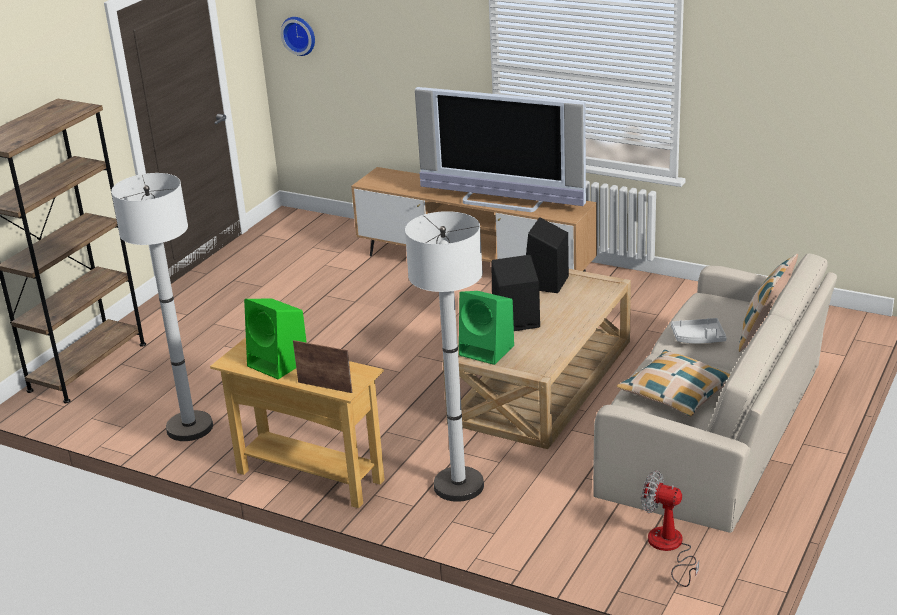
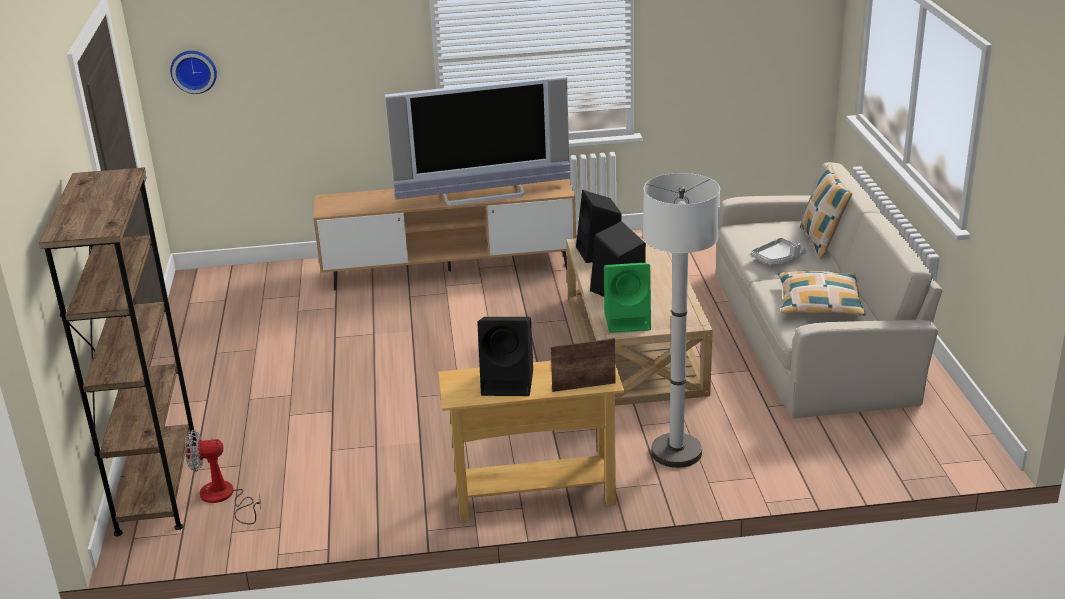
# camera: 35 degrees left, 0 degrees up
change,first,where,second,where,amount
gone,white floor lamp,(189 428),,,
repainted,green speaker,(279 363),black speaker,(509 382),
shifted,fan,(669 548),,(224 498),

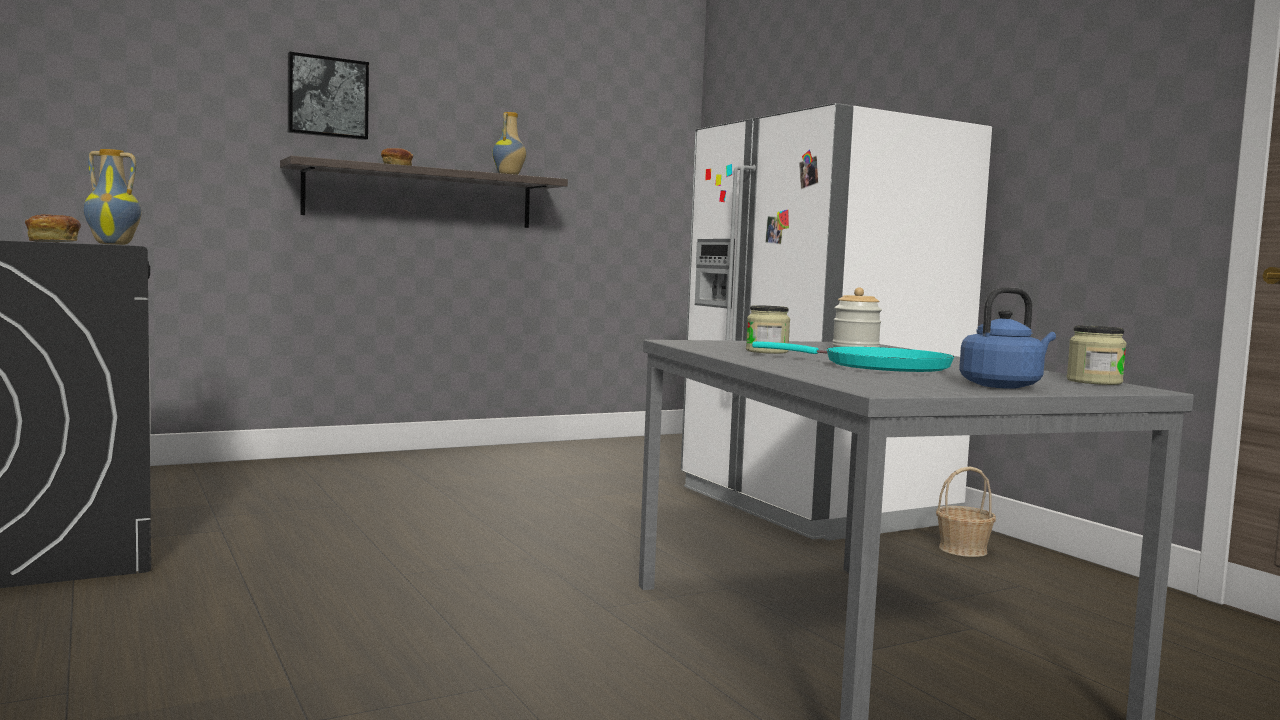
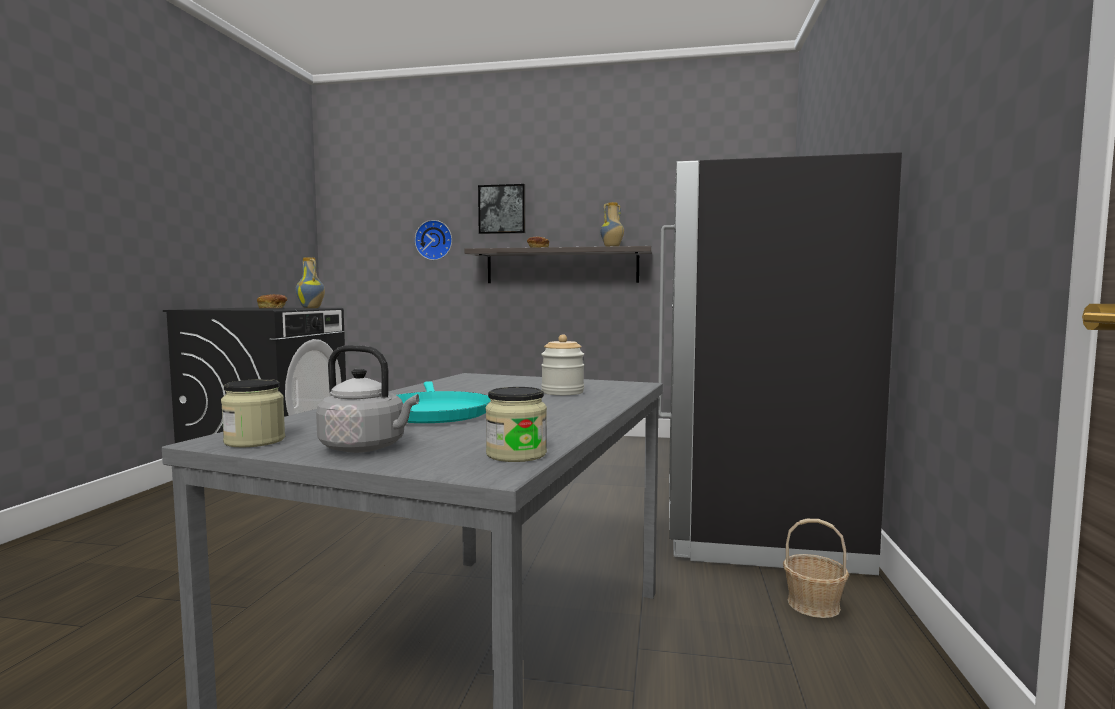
# camera: 40 degrees right, 0 degrees up
change,first,where,second,where,amount
repainted,white fridge,(814 506),black fridge,(754 525),
repainted,blue kettle,(1003 386),grey kettle,(367 448),
shifted,jar,(767 351),,(255 441),
new,,,wall clock,(434 240),

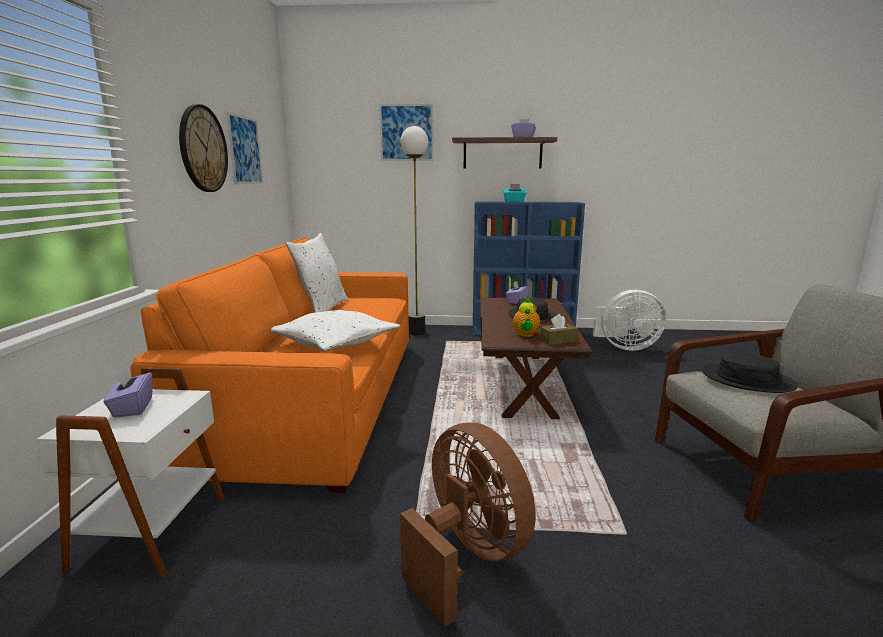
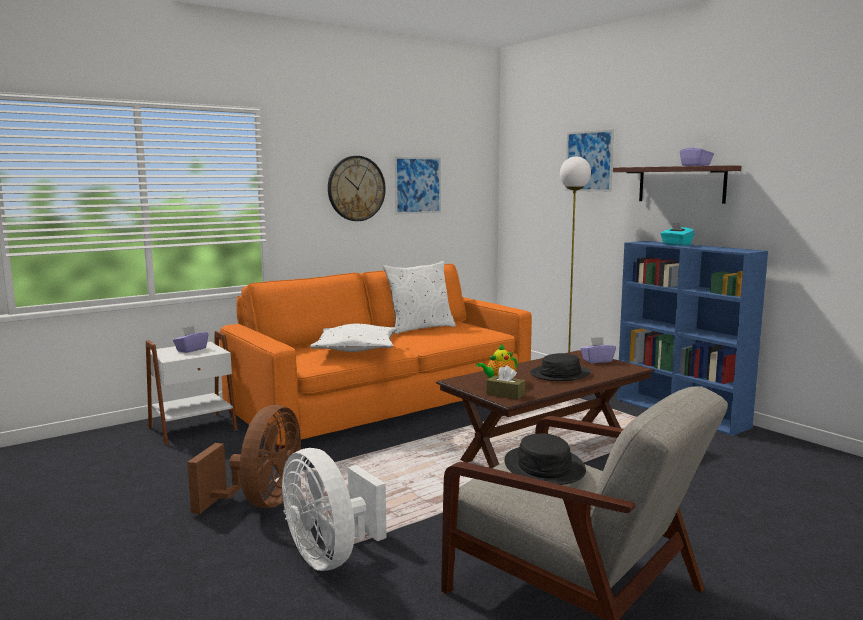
# camera: 50 degrees right, 5 degrees down
change,first,where,second,where,amount
shifted,white fan,(625 347),,(330 556),

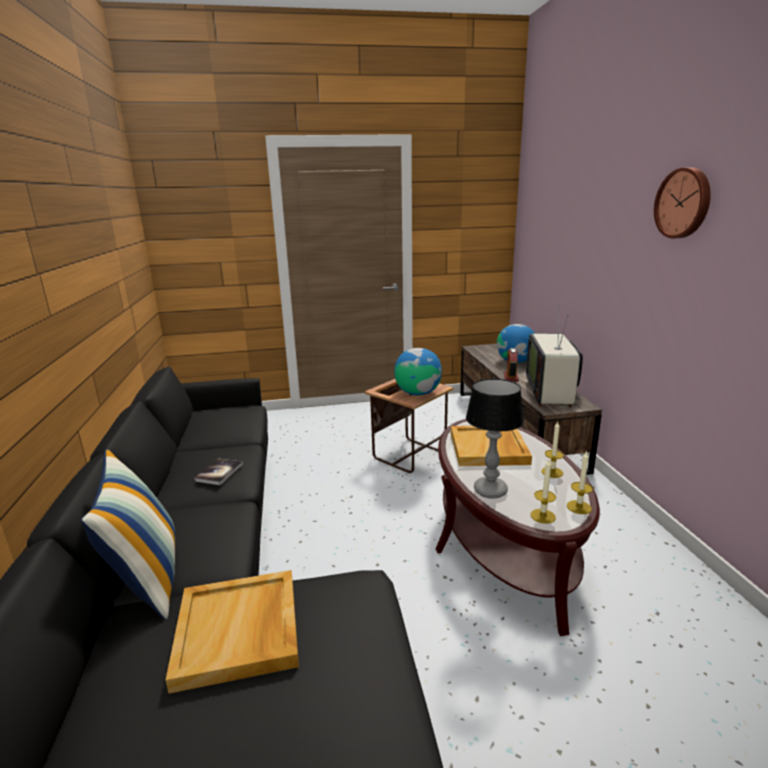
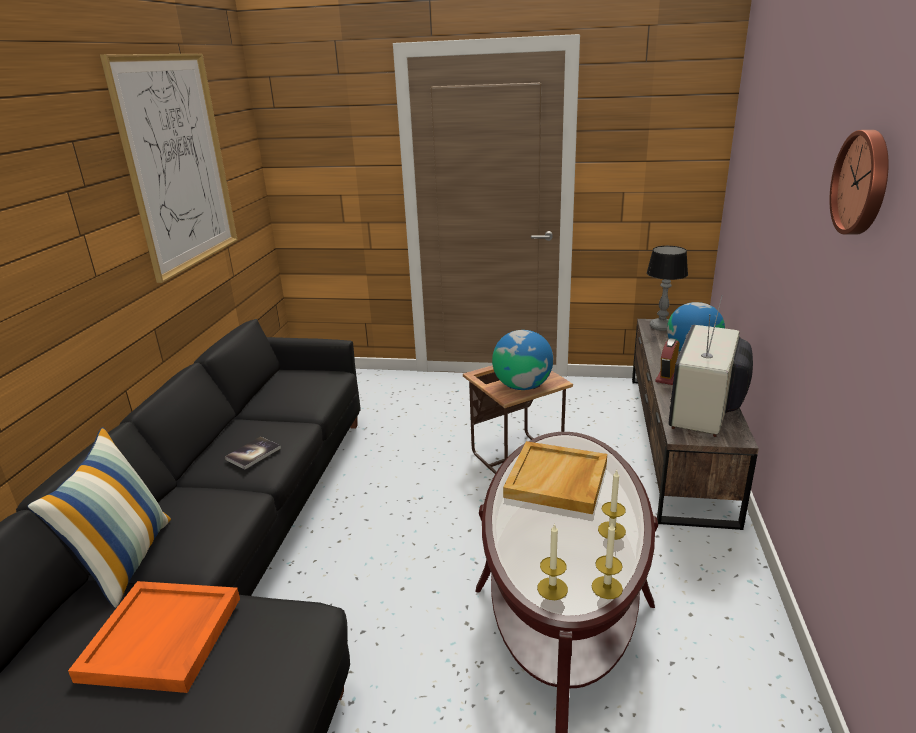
# camera: 20 degrees right, 5 degrees up
change,first,where,second,where,amount
shifted,table lamp,(490 490),,(661 327),
repainted,beige tray,(239 631),orange tray,(162 639),
new,,,picture,(177 163),

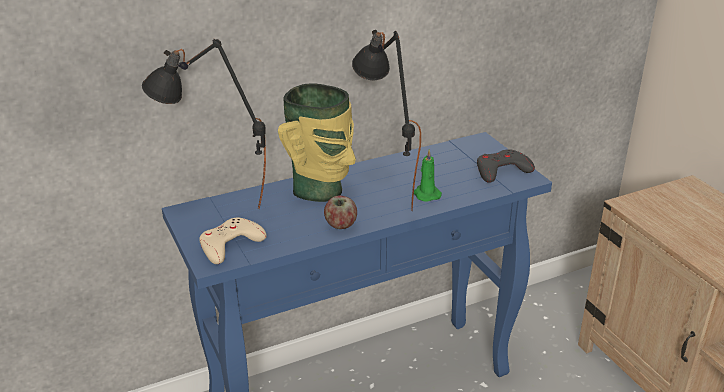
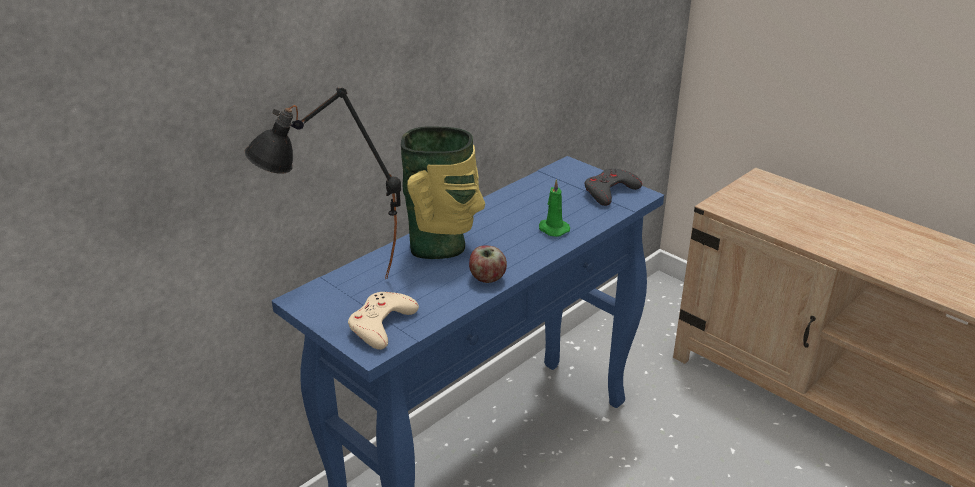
# camera: 20 degrees left, 0 degrees up
change,first,where,second,where,amount
gone,black table lamp,(384 193),,,

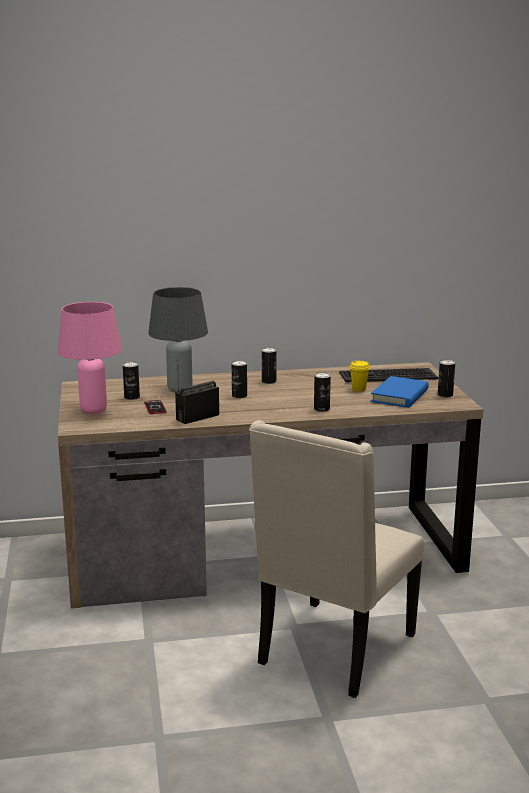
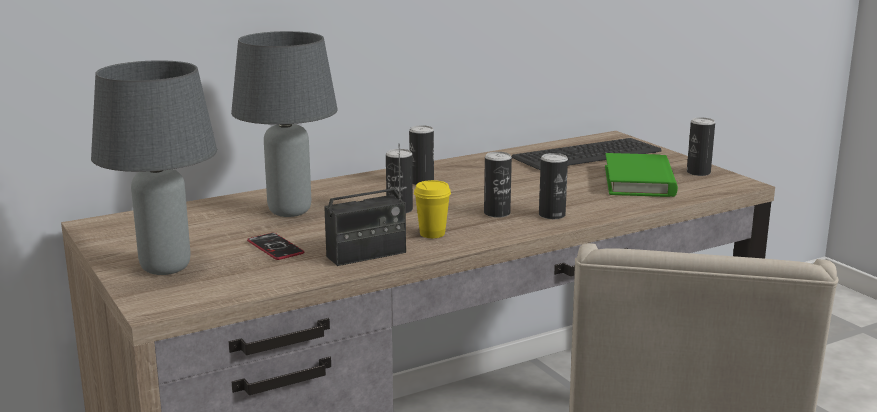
# camera: 20 degrees left, 0 degrees up
change,first,where,second,where,amount
repainted,pink table lamp,(93 410),grey table lamp,(164 268),
rotated,radio,(197 417),,(366 254),150 degrees counterclockwise
shifted,yellow cup,(358 389),,(432 234),
shifted,can,(132 397),,(497 213),
repainted,blue book,(400 396),green book,(639 181),

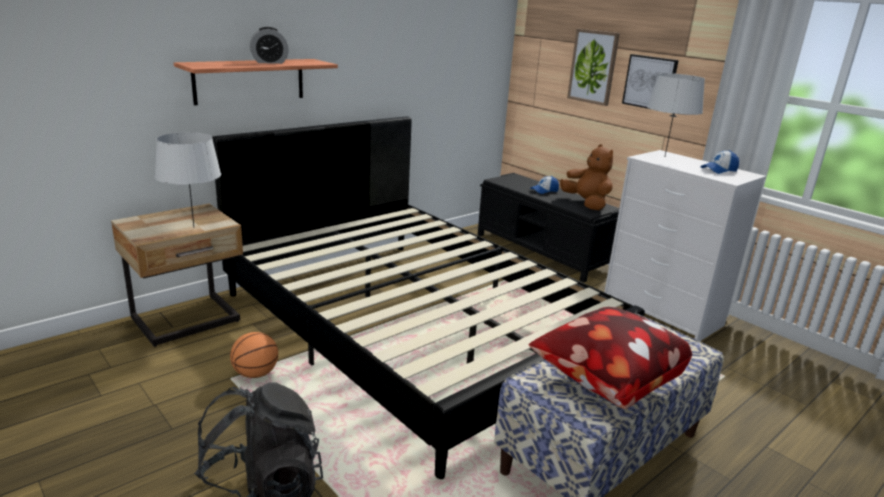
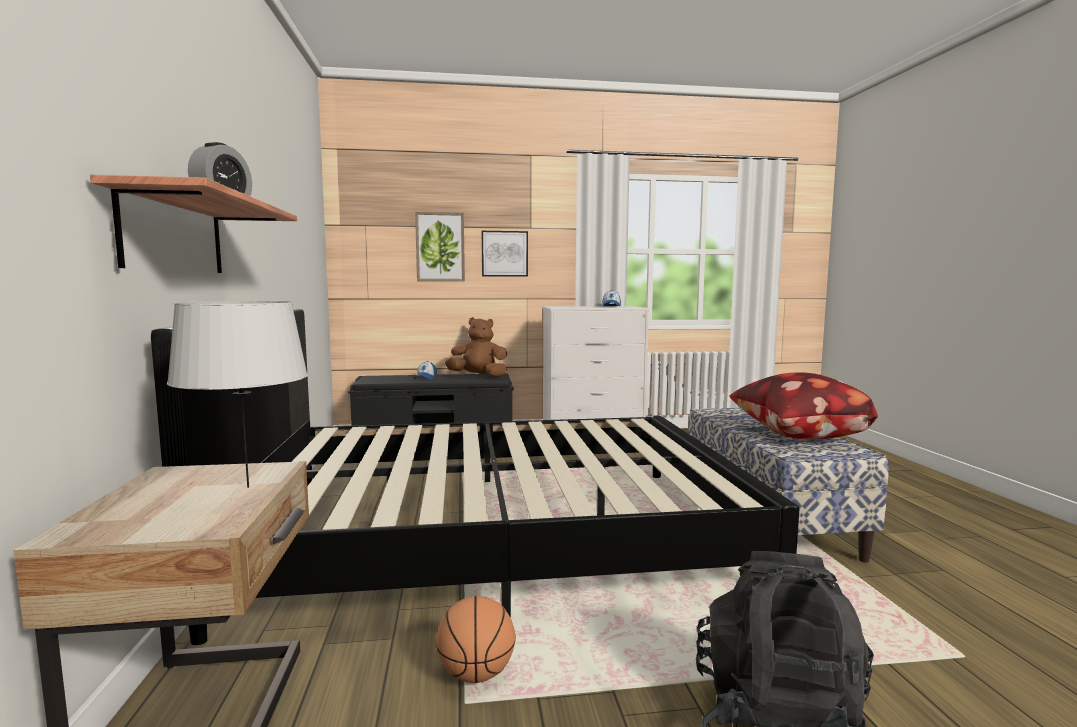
# camera: 55 degrees left, 15 degrees down
change,first,where,second,where,amount
gone,grey table lamp,(665 157),,,

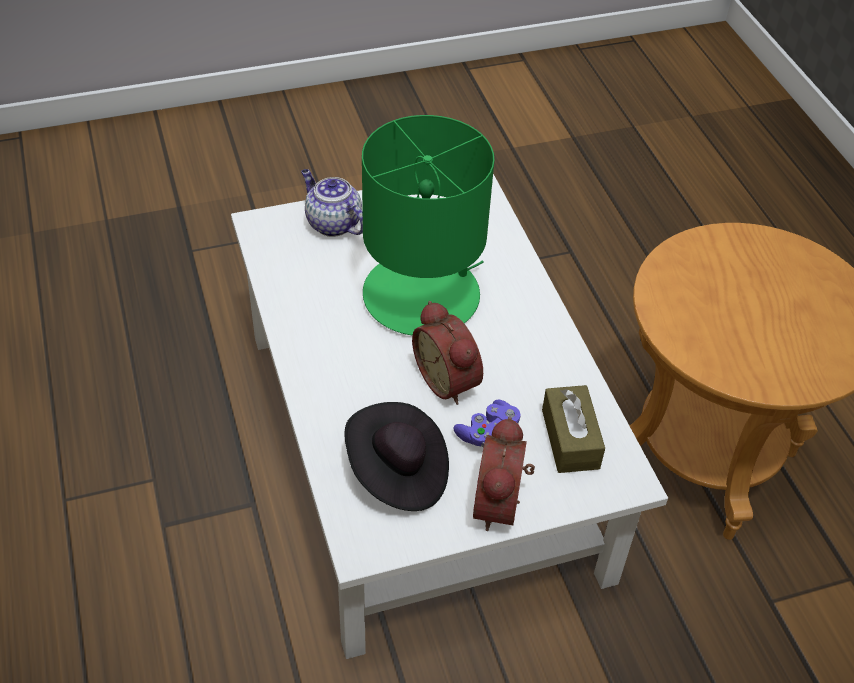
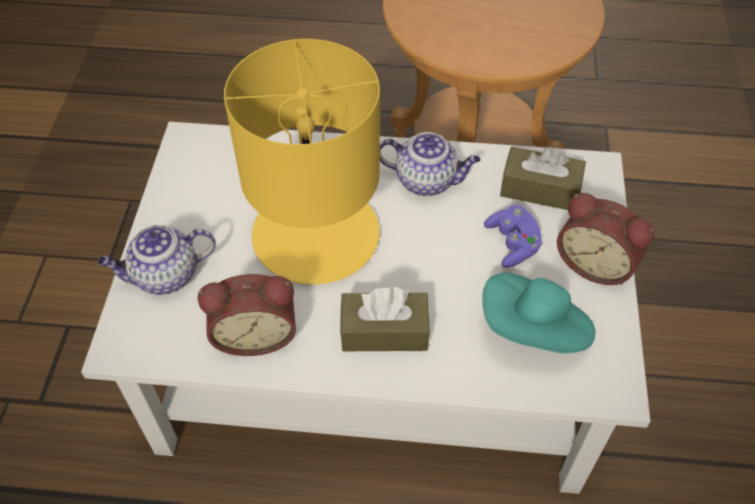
# camera: 65 degrees left, 5 degrees up
change,first,where,second,where,amount
repainted,green table lamp,(423 295),yellow table lamp,(316 233),
shifted,alarm clock,(449 379),,(255 333),
repainted,black hat,(397 473),turquoise hat,(534 330),
new,,,teapot,(427 180),
new,,,brown tissue box,(384 331),

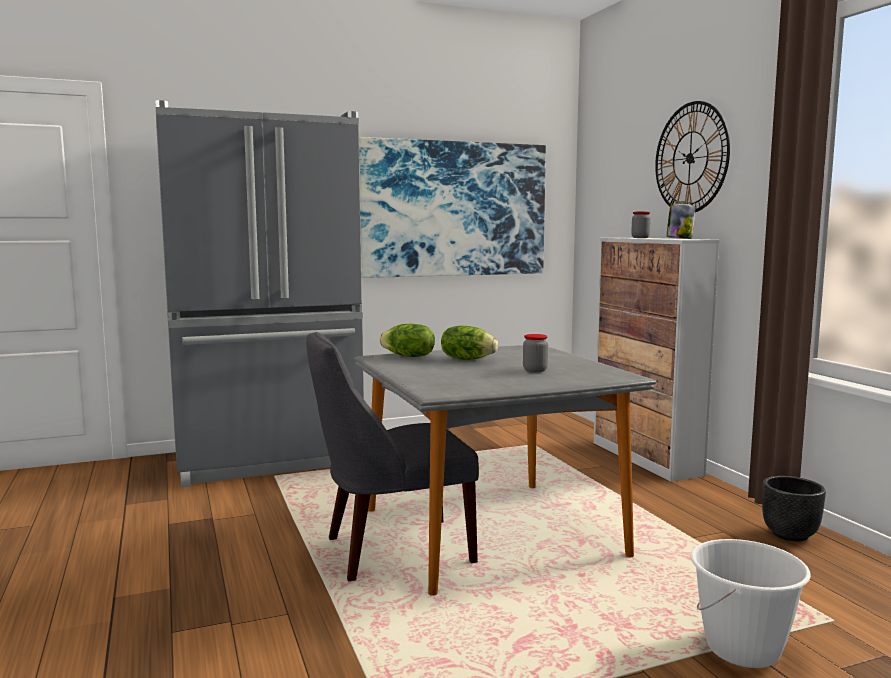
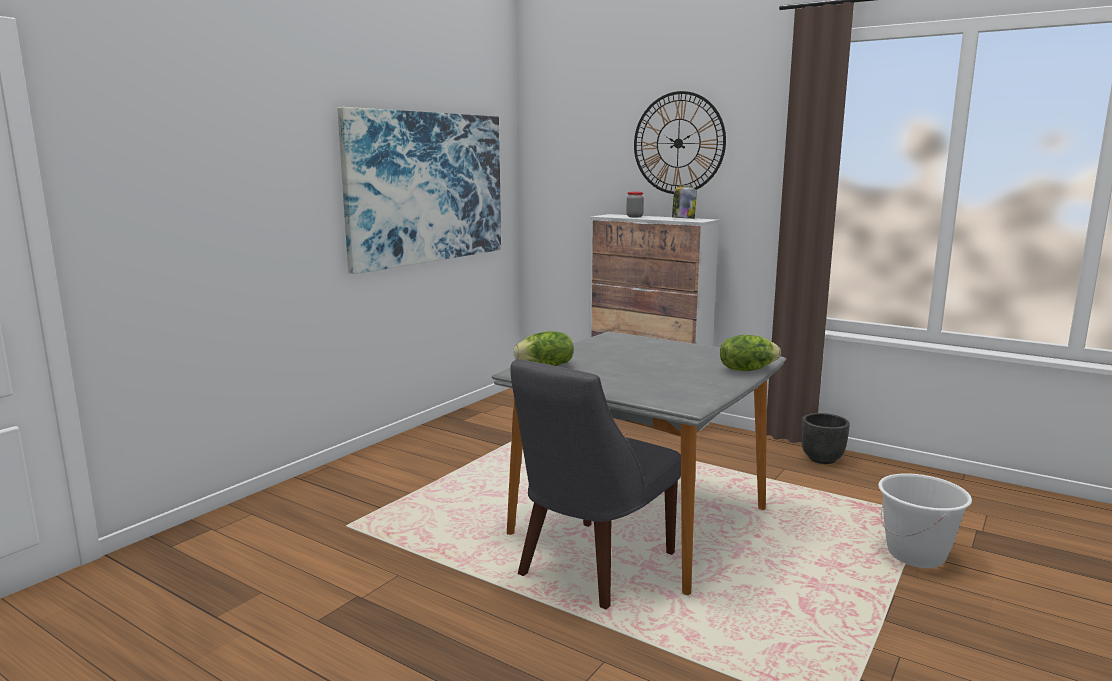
# camera: 35 degrees left, 5 degrees up
change,first,where,second,where,amount
gone,grey fridge,(270 460),,,
shifted,lettuce,(467 359),,(747 369),
gone,jar,(535 370),,,

